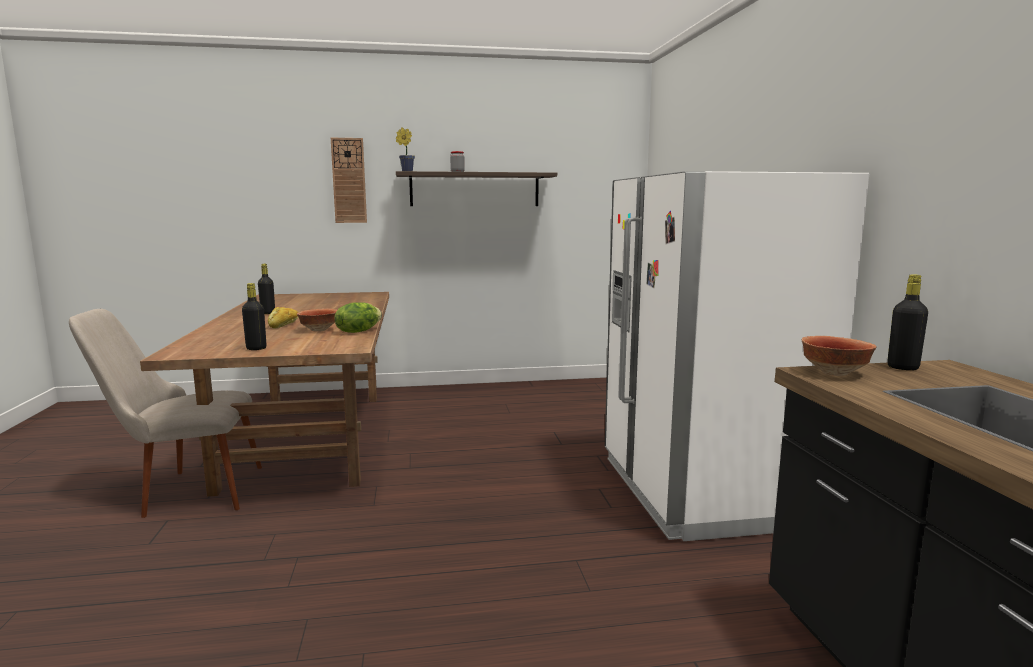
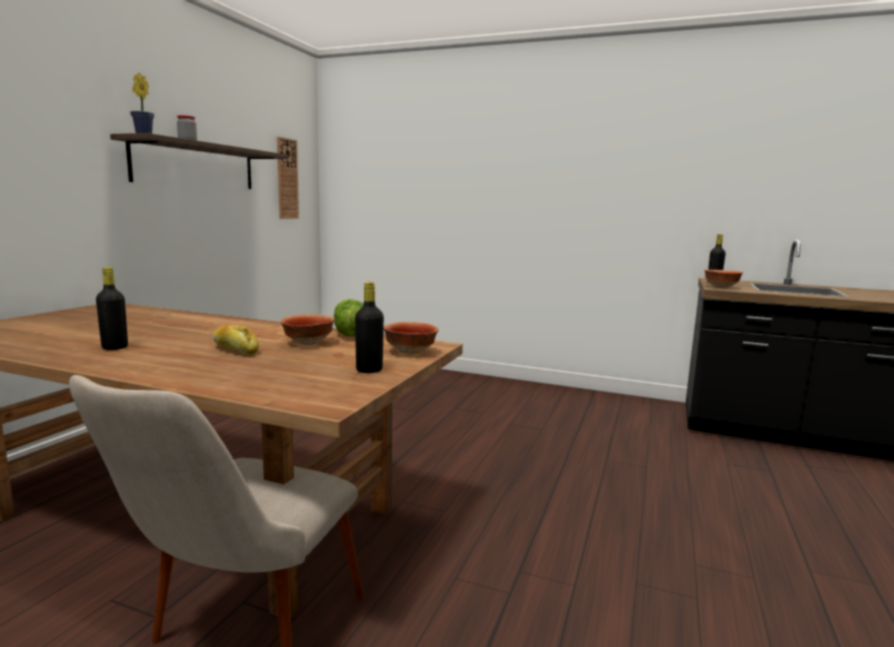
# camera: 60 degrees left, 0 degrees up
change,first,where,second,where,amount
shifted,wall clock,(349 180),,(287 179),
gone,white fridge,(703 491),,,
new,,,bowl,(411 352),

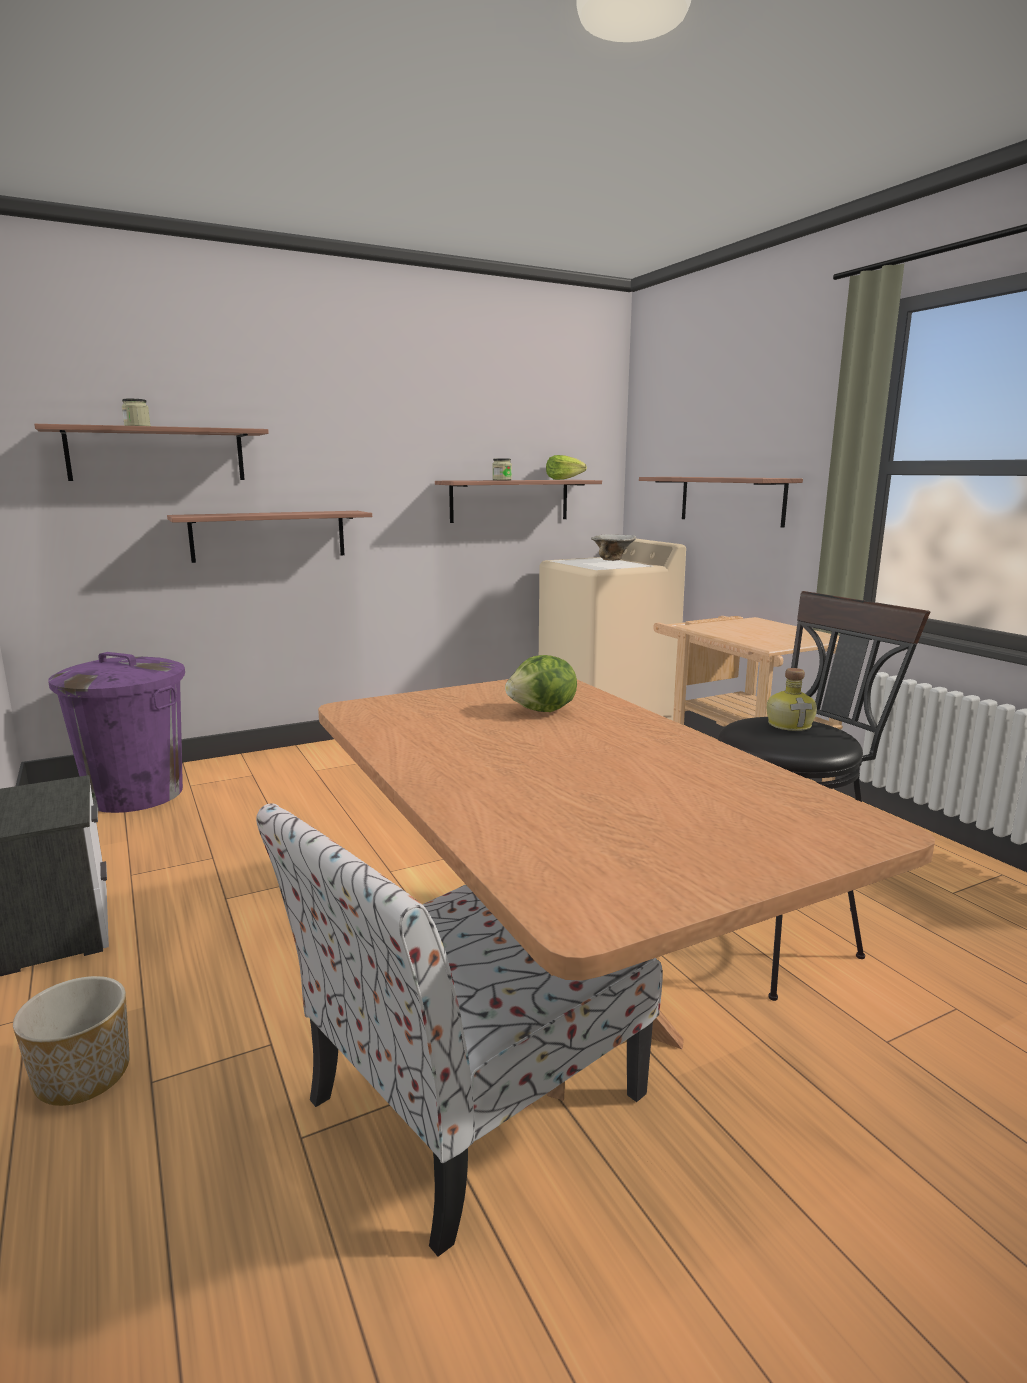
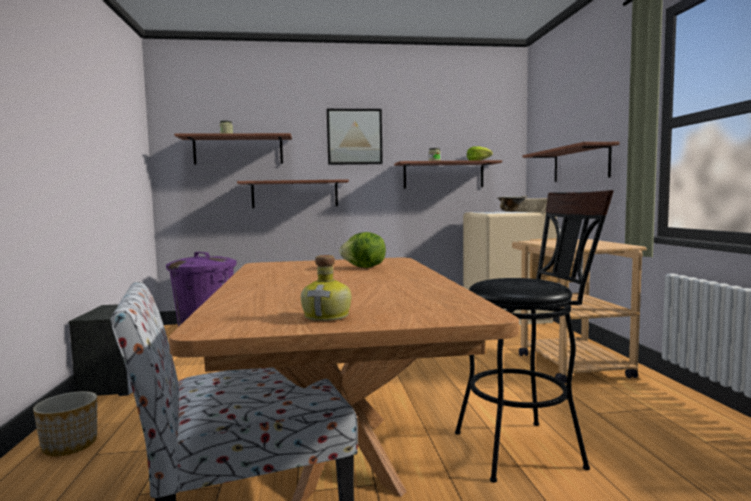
# camera: 20 degrees right, 10 degrees down
change,first,where,second,where,amount
shifted,bottle,(790 725),,(328 316),
new,,,picture,(354 137),

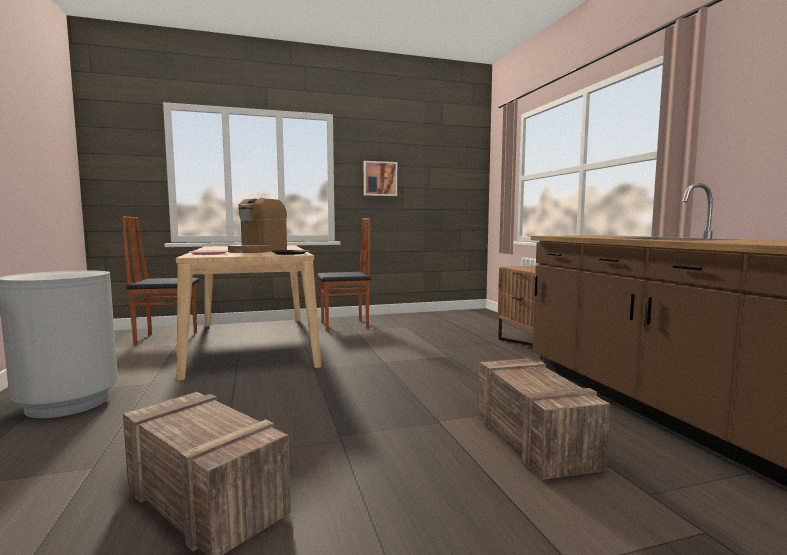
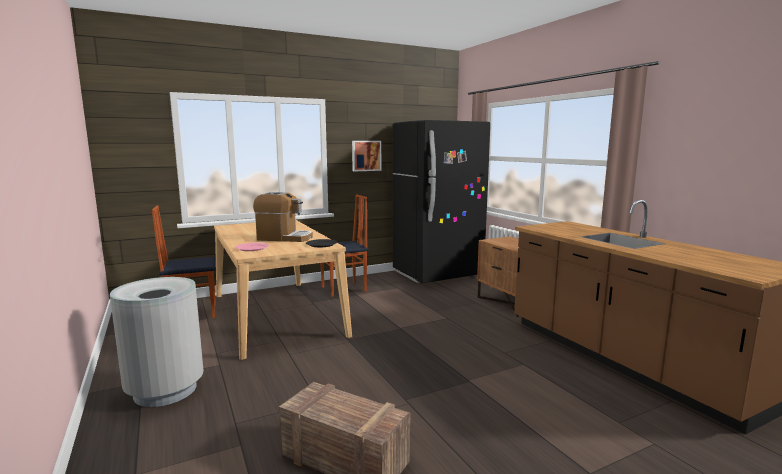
# camera: 10 degrees left, 5 degrees up
change,first,where,second,where,amount
rotated,coffee machine,(258 251),,(284 238),90 degrees counterclockwise
gone,crate,(535 441),,,
new,,,black fridge,(437 274),

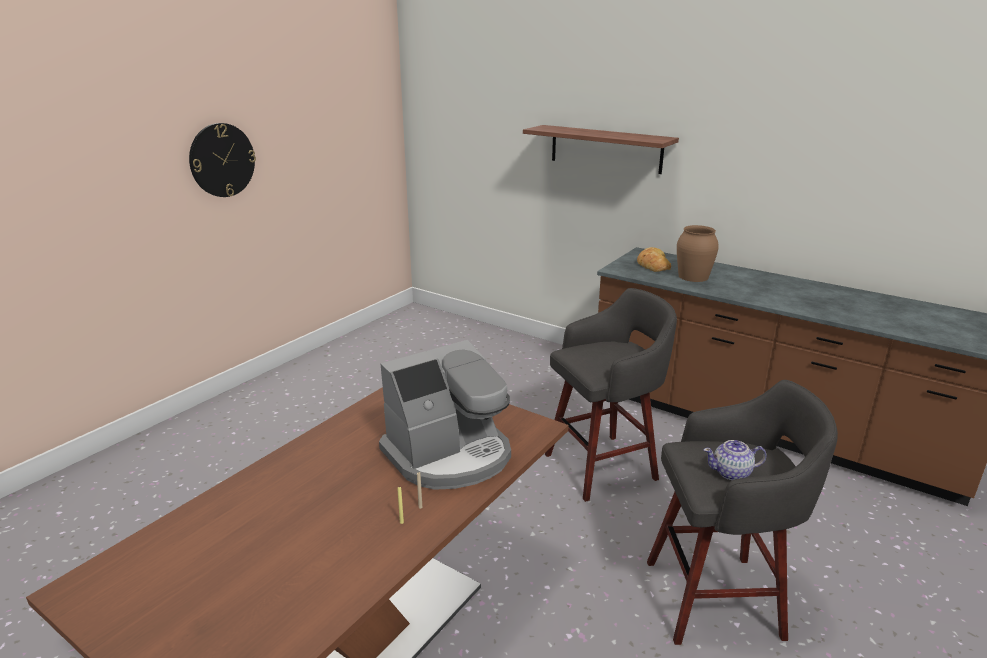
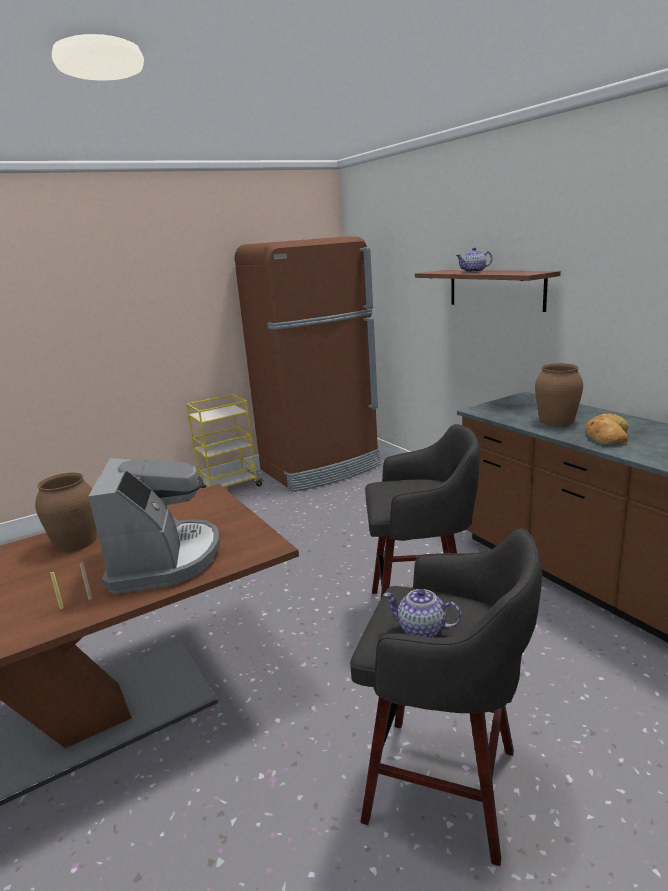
# camera: 25 degrees right, 5 degrees down
change,first,where,second,where,amount
gone,wall clock,(222 160),,,
shifted,bread,(653 264),,(606 435),
rotated,coffee machine,(449 455),,(164 559),90 degrees counterclockwise
new,,,brown fridge,(321 468),
new,,,teapot,(474 271),
new,,,yellow cart,(229 487),
new,,,brown vase,(76 542),

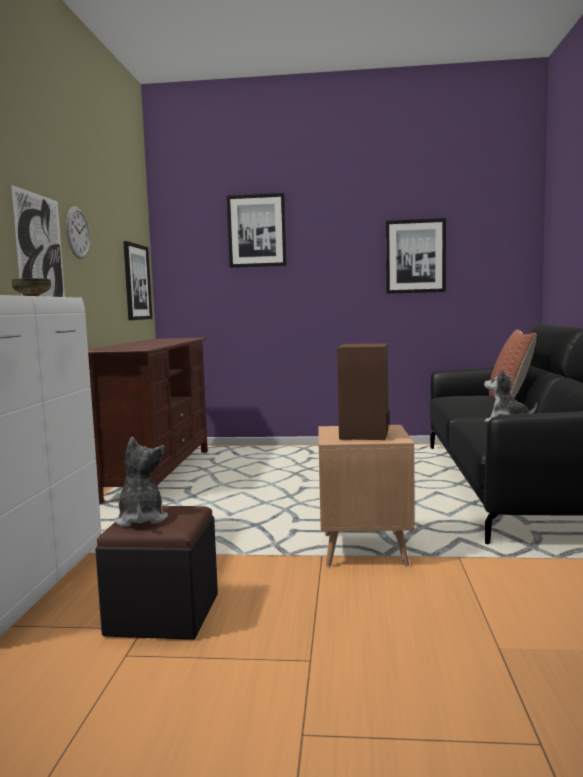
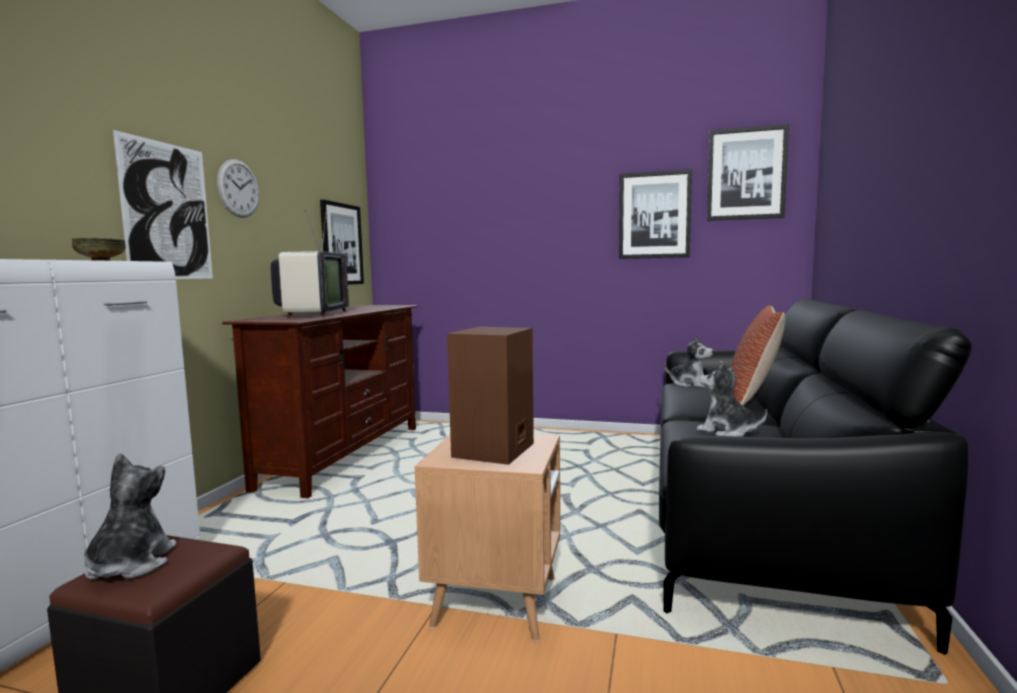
# camera: 10 degrees right, 0 degrees up
change,first,where,second,where,amount
shifted,picture,(257 231),,(746 174),
new,,,television,(313 314),
new,,,plush toy,(689 384),

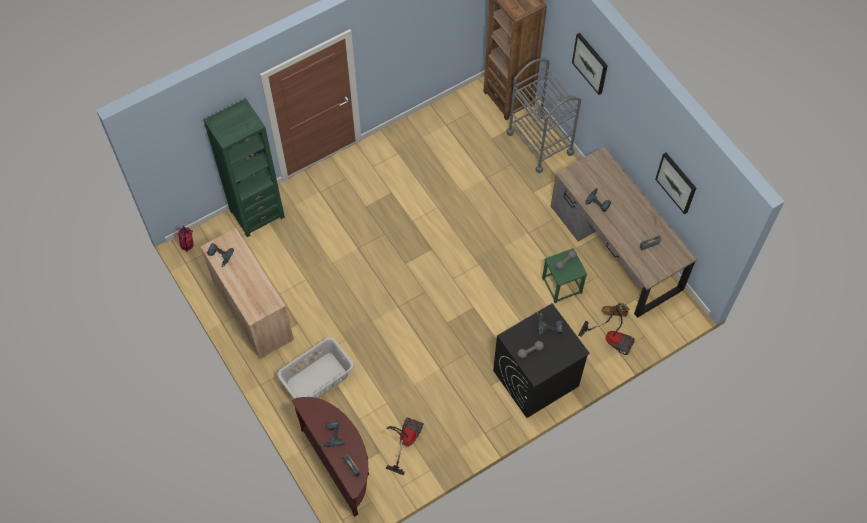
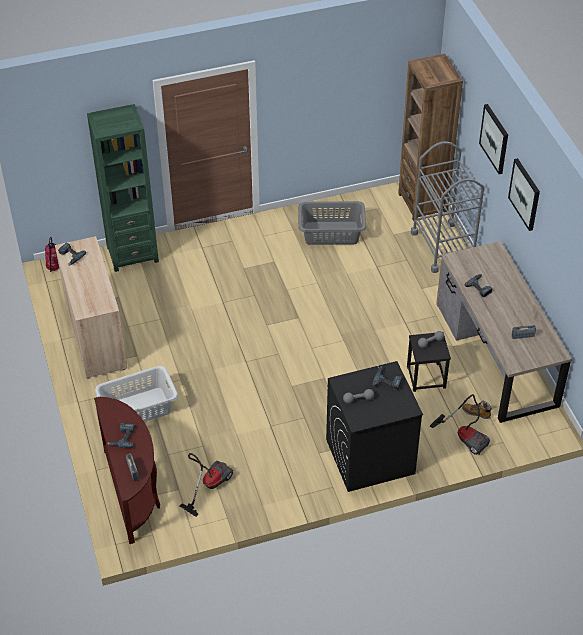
# camera: 15 degrees right, 15 degrees down
change,first,where,second,where,amount
shifted,picture,(676 182),,(525 194),
repainted,green stool,(561 285),black stool,(425 377),
new,,,grey laundry basket,(331 233),

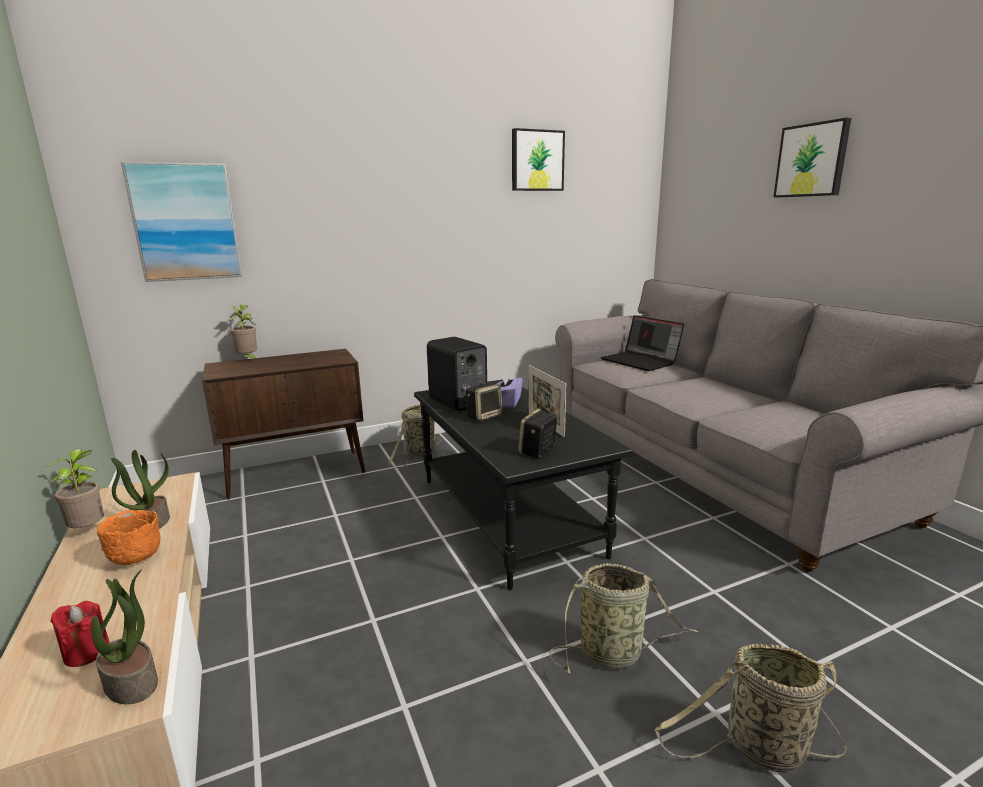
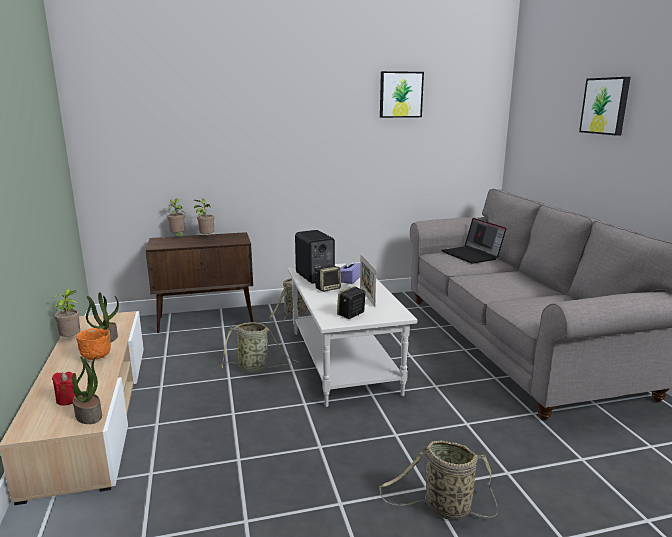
# camera: 10 degrees right, 0 degrees up
change,first,where,second,where,amount
gone,picture,(185 222),,,
repainted,black coffee table,(509 515),white coffee table,(344 361),
shifted,basket,(614 653),,(255 368),
new,,,potted plant,(206 238),

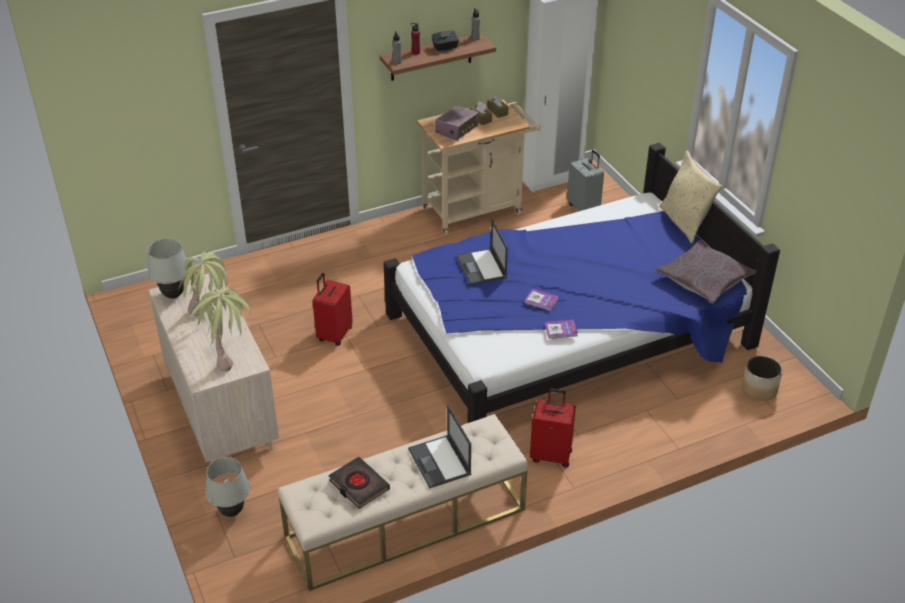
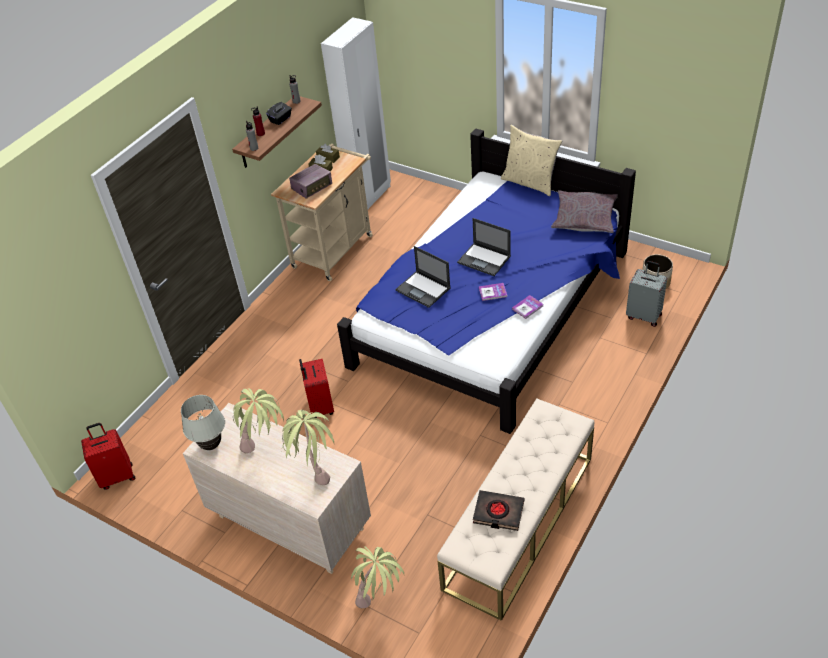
# camera: 30 degrees left, 5 degrees up
change,first,where,second,where,amount
rotated,radio,(457 130),,(312 187),45 degrees clockwise
shifted,grey suitcase,(584 208),,(644 316),
shifted,red suitcase,(551 455),,(117 476),
shifted,laptop,(440 462),,(484 259),
swapped,white table lamp,(231 512),potted plant,(380 598),

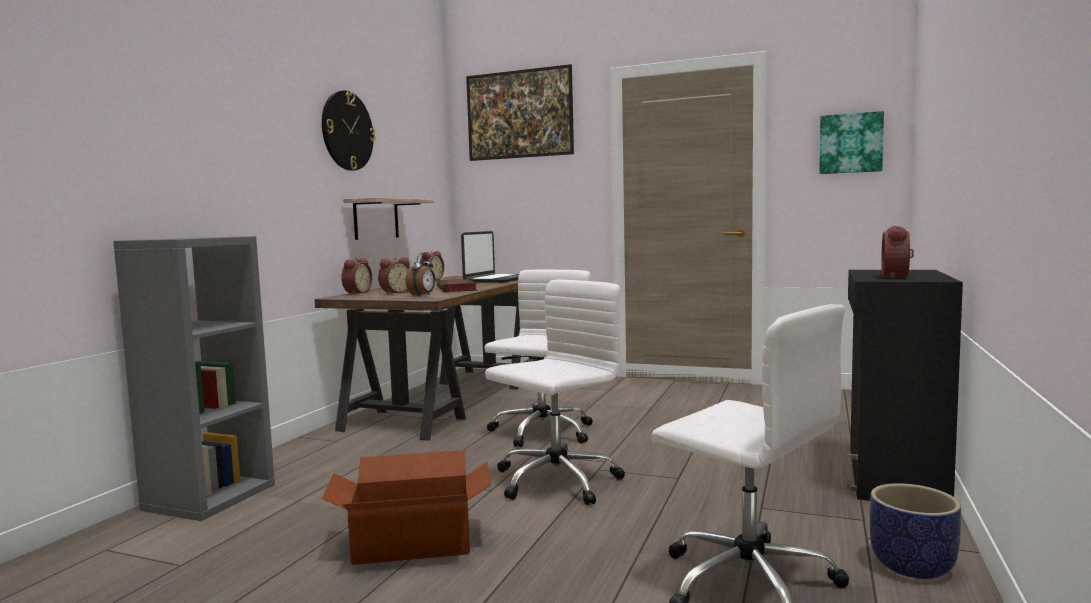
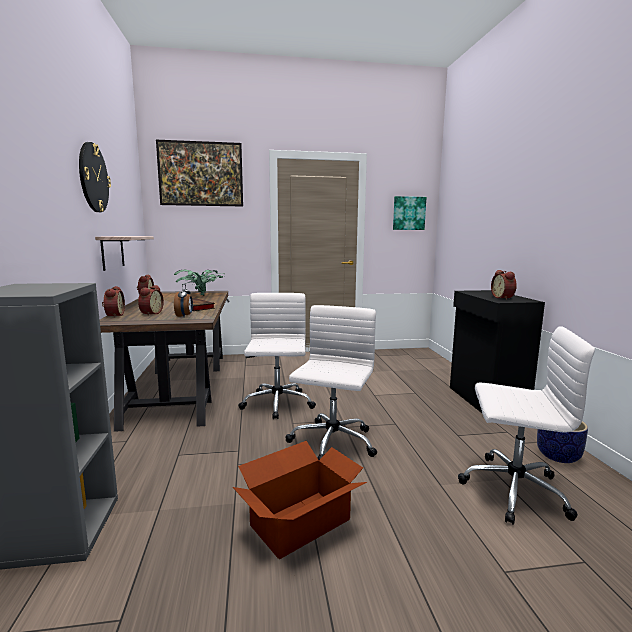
# camera: 30 degrees left, 5 degrees up
change,first,where,second,where,amount
swapped,laptop,(497 280),potted plant,(201 295),

